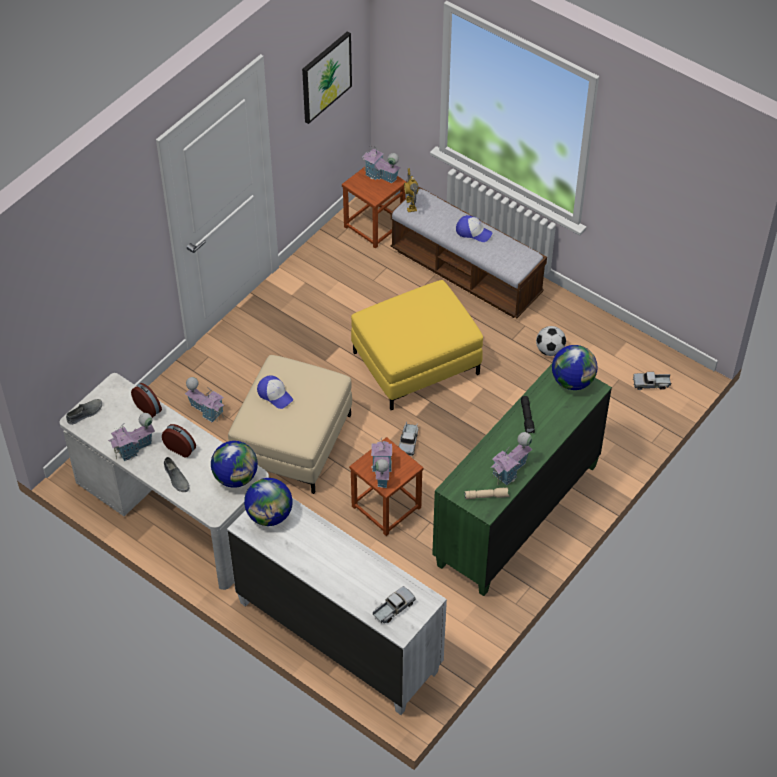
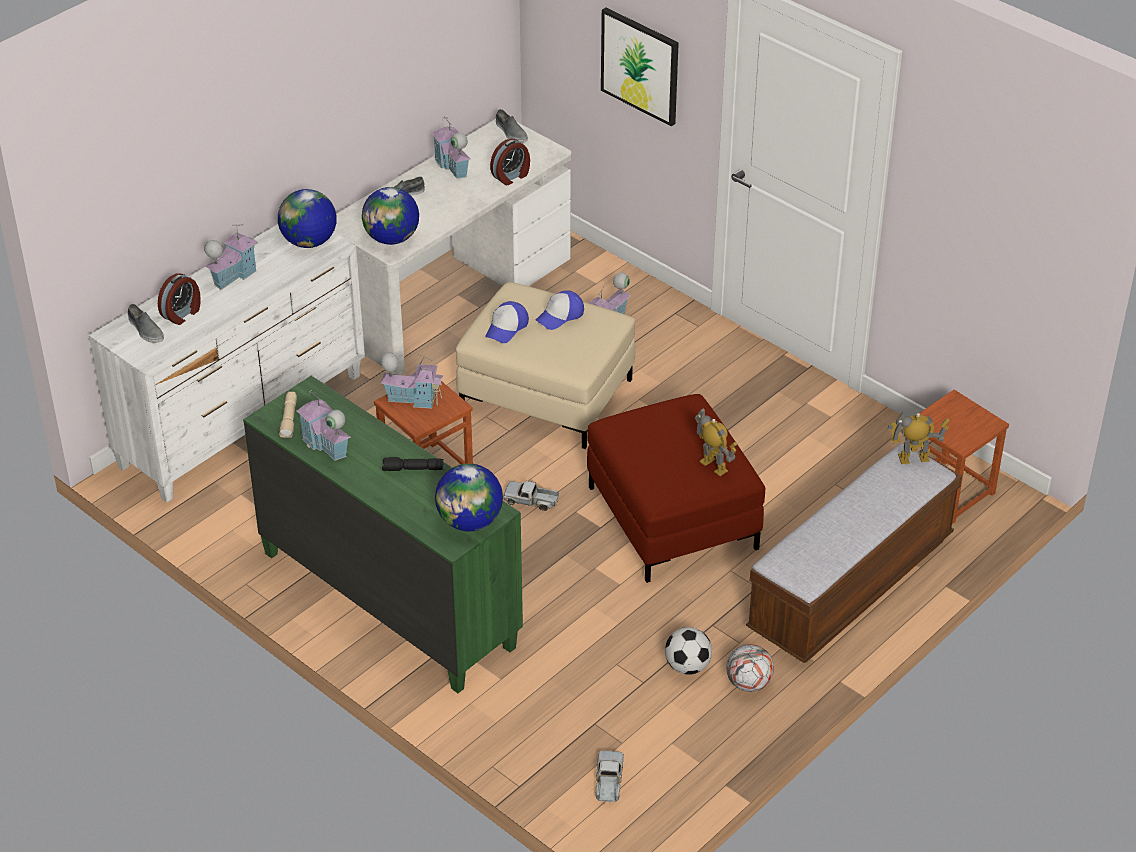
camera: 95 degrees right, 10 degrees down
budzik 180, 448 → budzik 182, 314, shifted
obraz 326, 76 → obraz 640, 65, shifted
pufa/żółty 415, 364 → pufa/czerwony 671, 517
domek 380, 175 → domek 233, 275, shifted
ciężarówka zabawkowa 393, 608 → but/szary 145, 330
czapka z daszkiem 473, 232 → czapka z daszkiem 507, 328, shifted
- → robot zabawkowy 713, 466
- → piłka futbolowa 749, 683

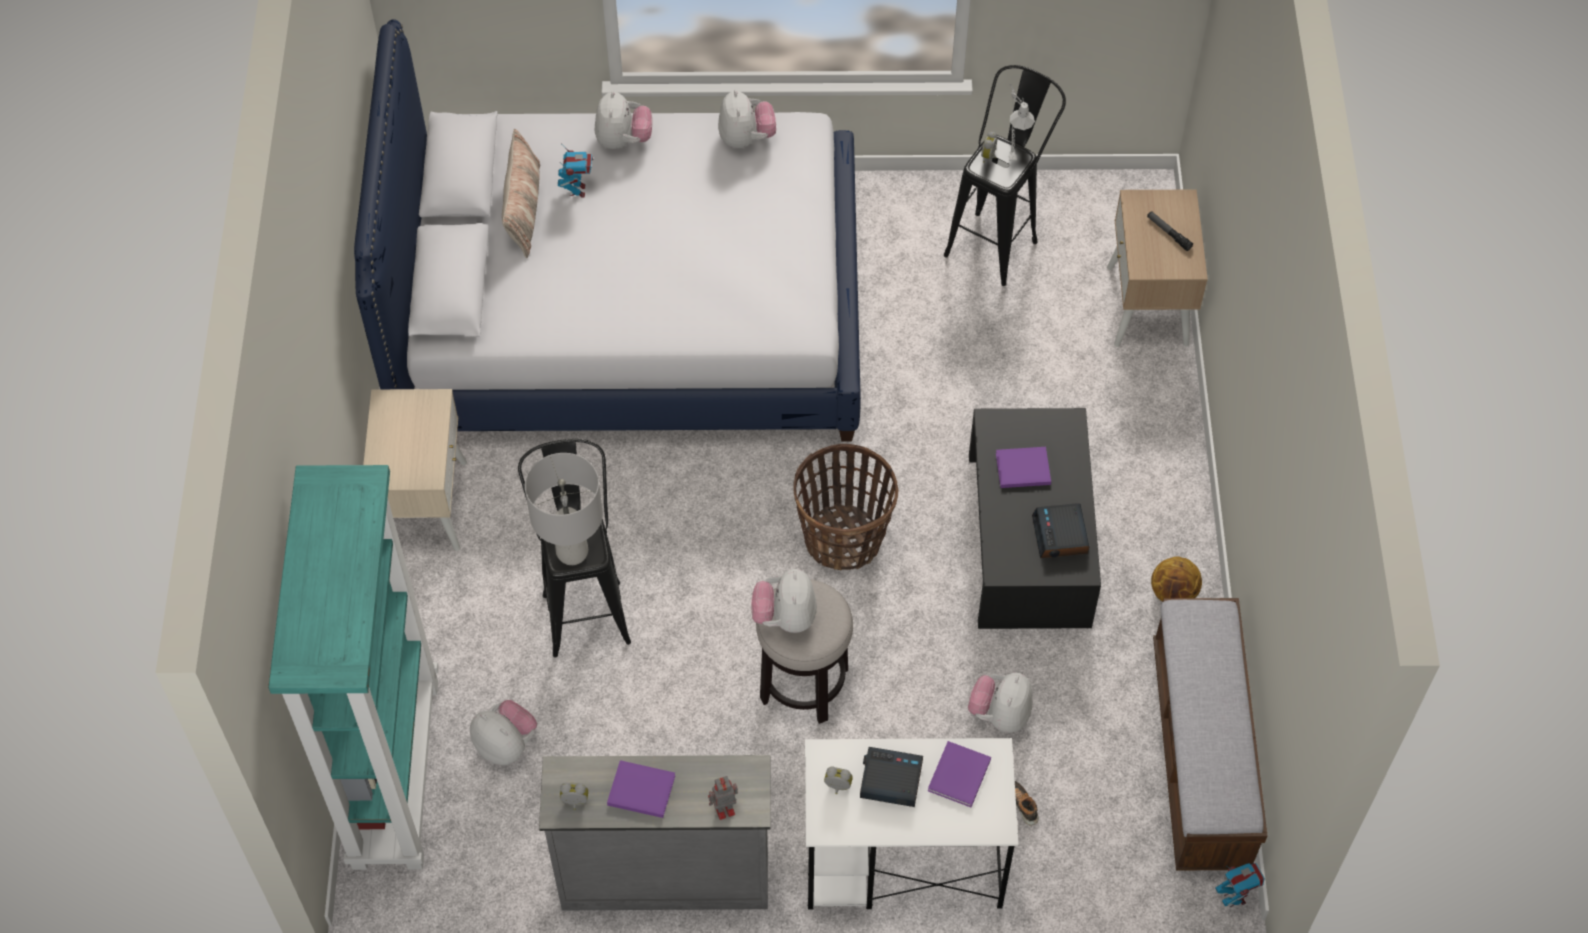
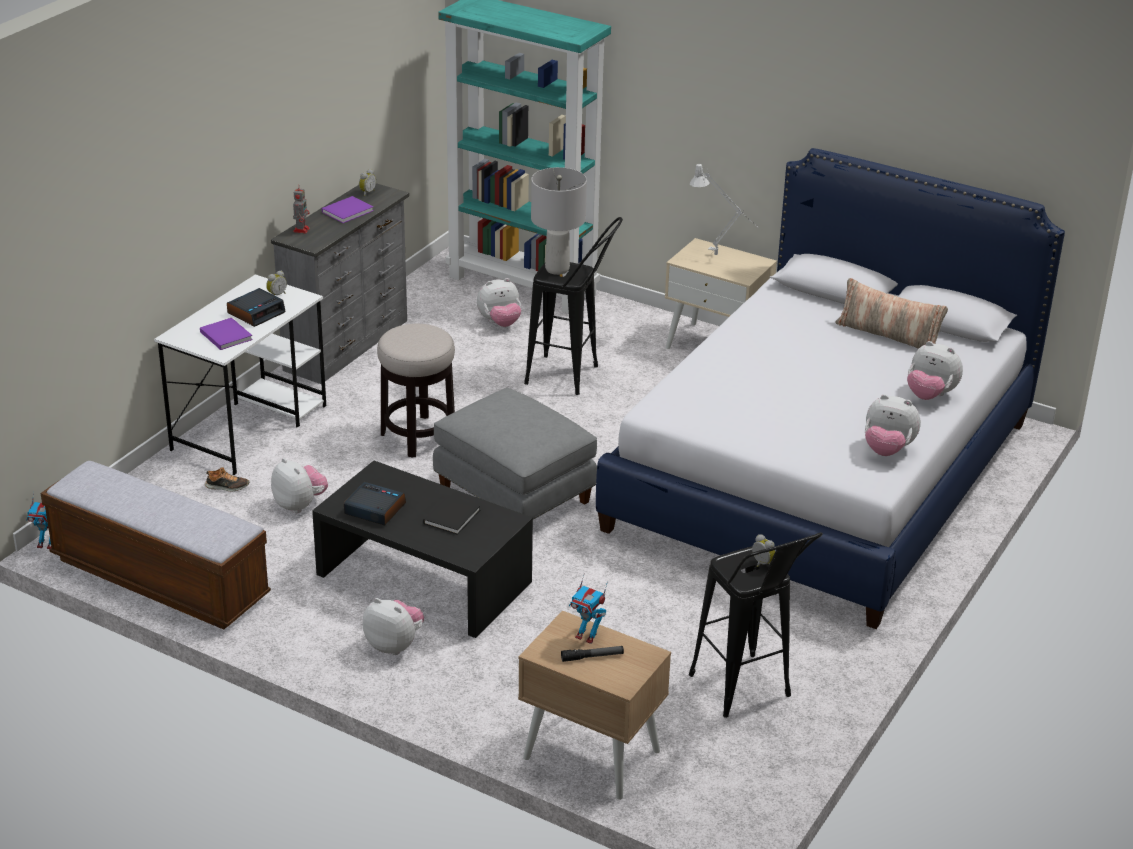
camera: 120 degrees right, 25 degrees down
robot zabawkowy 578, 190 → robot zabawkowy 587, 636, shifted
pluszak 785, 617 → pluszak 394, 645, shifted
koszyk 843, 539 → pufa/szary 516, 494
książka/fioletowy 1021, 469 → książka/czarny 452, 516
lampa stołowa/szary 1010, 153 → lampa stołowa/szary 720, 257, shifted
piłka do koszykówki 1173, 593 → -

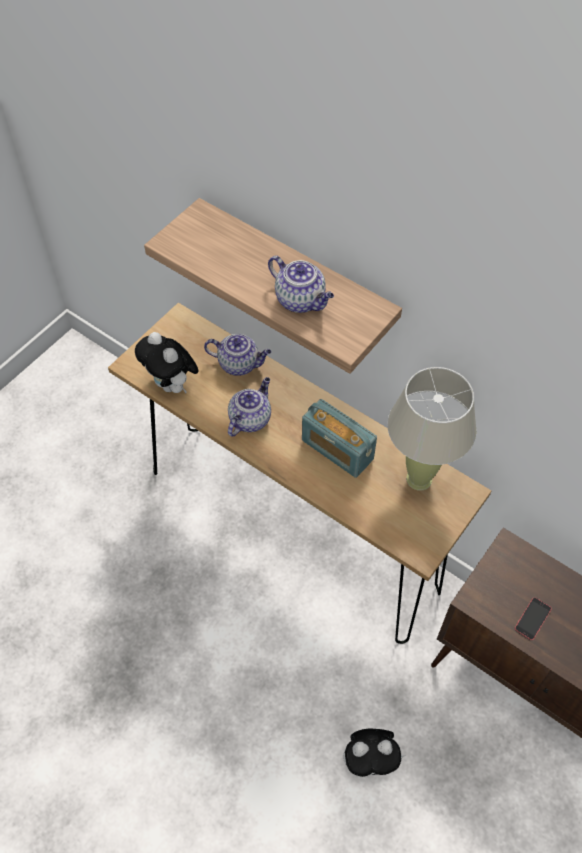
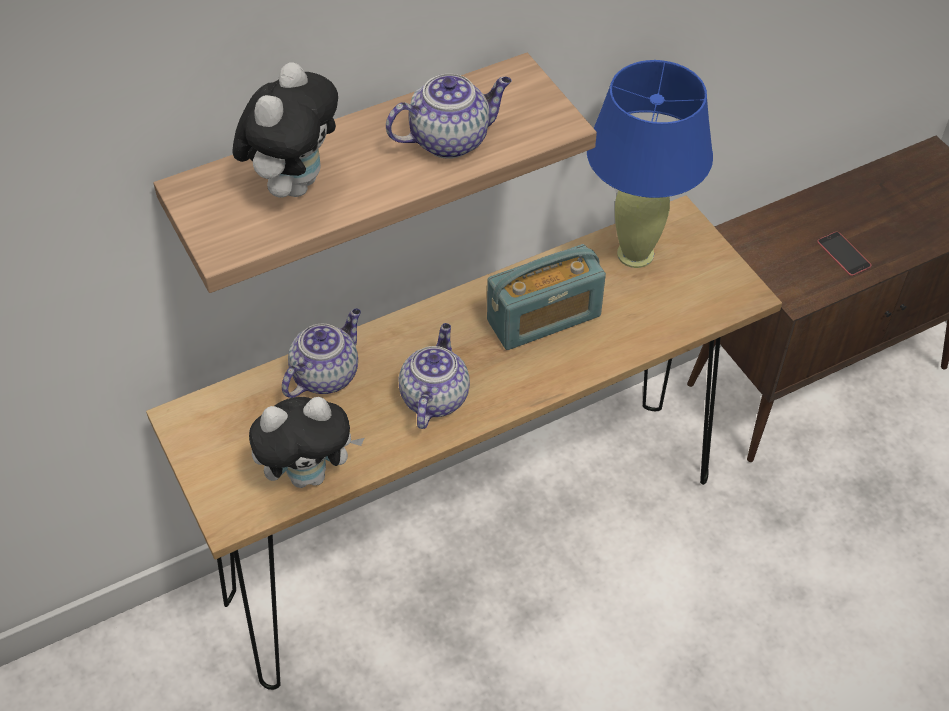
camera: 65 degrees left, 5 degrees down
imbryk 250, 419 → imbryk 434, 397, 45 degrees clockwise
pluszak 370, 761 → pluszak 294, 183, shifted
lampa stołowa/beżowy 419, 479 → lampa stołowa/niebieski 635, 254

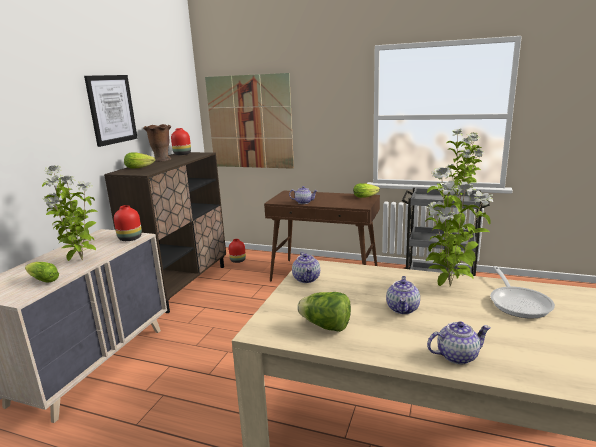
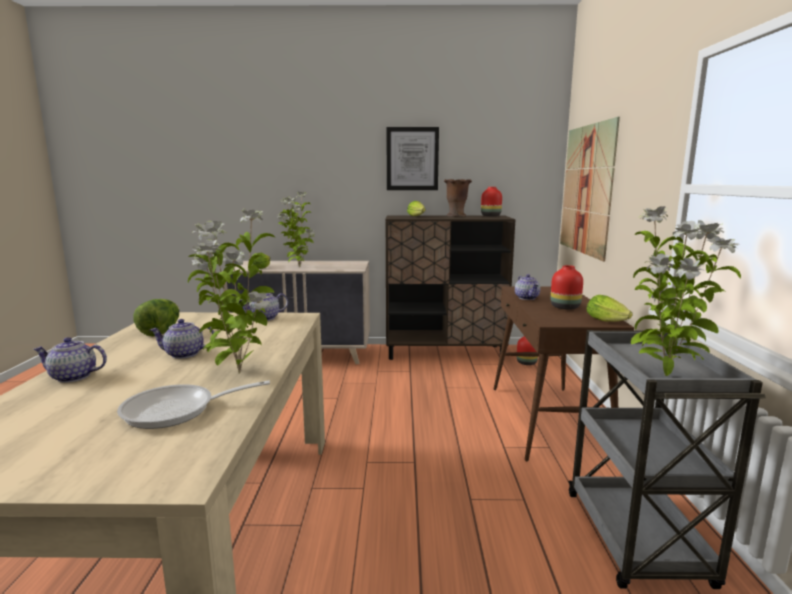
camera: 70 degrees right, 5 degrees down
wazon/czerwony 130, 239 → wazon/czerwony 564, 307, shifted
imbryk 457, 355 → imbryk 72, 377, 120 degrees clockwise

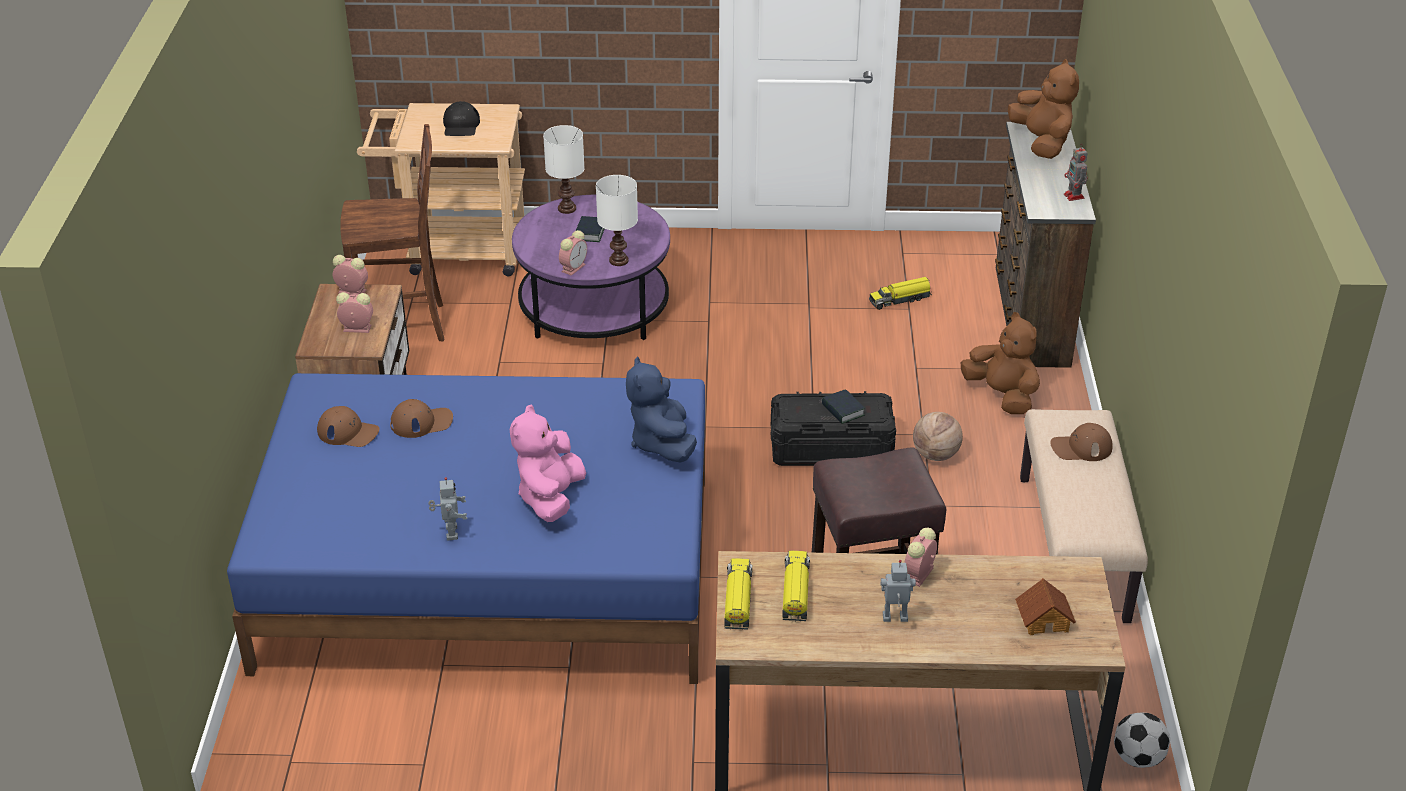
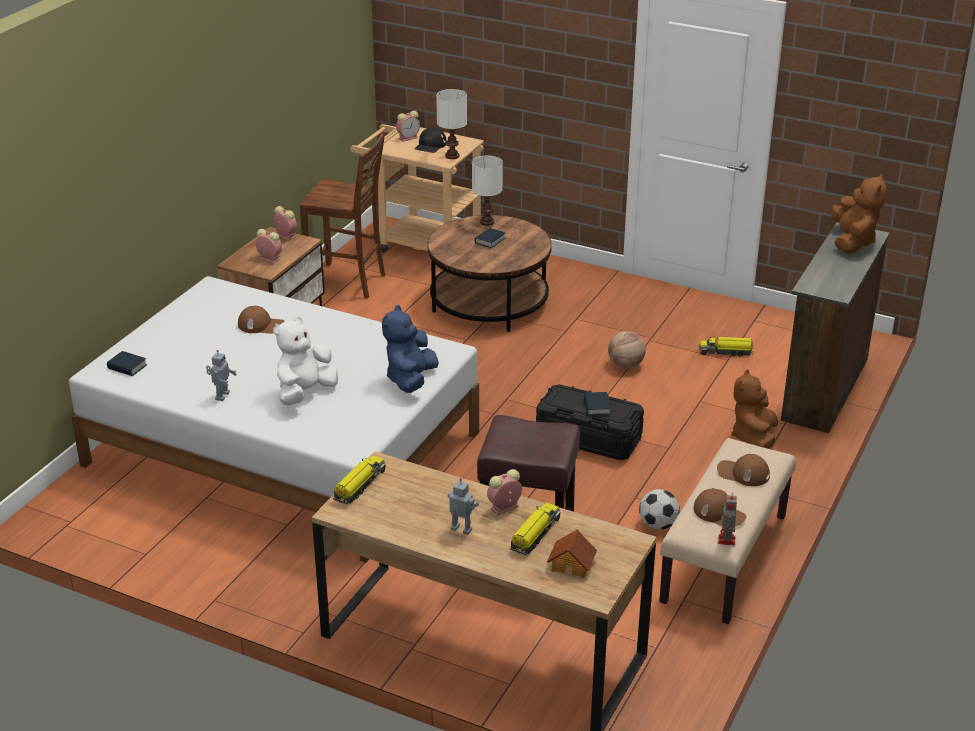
camera: 25 degrees right, 5 degrees down
łóżko/niebieski 490, 570 → łóżko/biały 284, 448
czapka z daszkiem/brązowy 348, 432 → czapka z daszkiem/brązowy 719, 513, shifted
pluszak/różowy 550, 498 → pluszak/biały 305, 393
ława/fioletowy 594, 307 → ława/brązowy 489, 302
budzik 573, 267 → budzik 408, 138, shifted
lampa stołowa/biały 619, 261 → lampa stołowa/biały 452, 156, shifted
ciężarówka zabawkowa 795, 592 → ciężarówka zabawkowa 535, 534, shifted
piłka do koszykówki 935, 455 → piłka do koszykówki 626, 365, shifted
pluszak/brązowy 1002, 395 → pluszak/brązowy 754, 438, 150 degrees counterclockwise
robot zabawkowy 1074, 196 → robot zabawkowy 726, 541, shifted
piłka futbolowa 1138, 758 → piłka futbolowa 658, 525, shifted
- → książka 127, 367

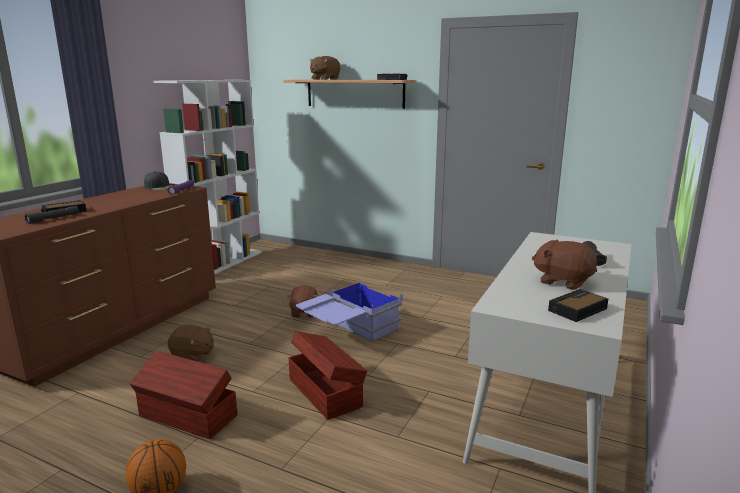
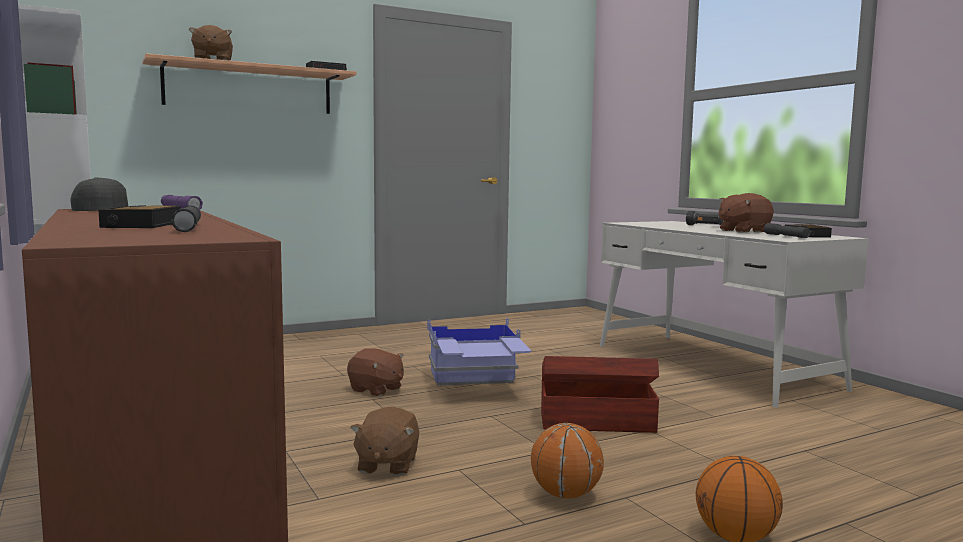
camera: 55 degrees left, 10 degrees down
pojemnik do przechowywania/brązowy 187, 416 → piłka do koszykówki 565, 495
pluszak/brązowy 192, 356 → pluszak/brązowy 386, 465, 135 degrees clockwise
- → latarka/szary 786, 236

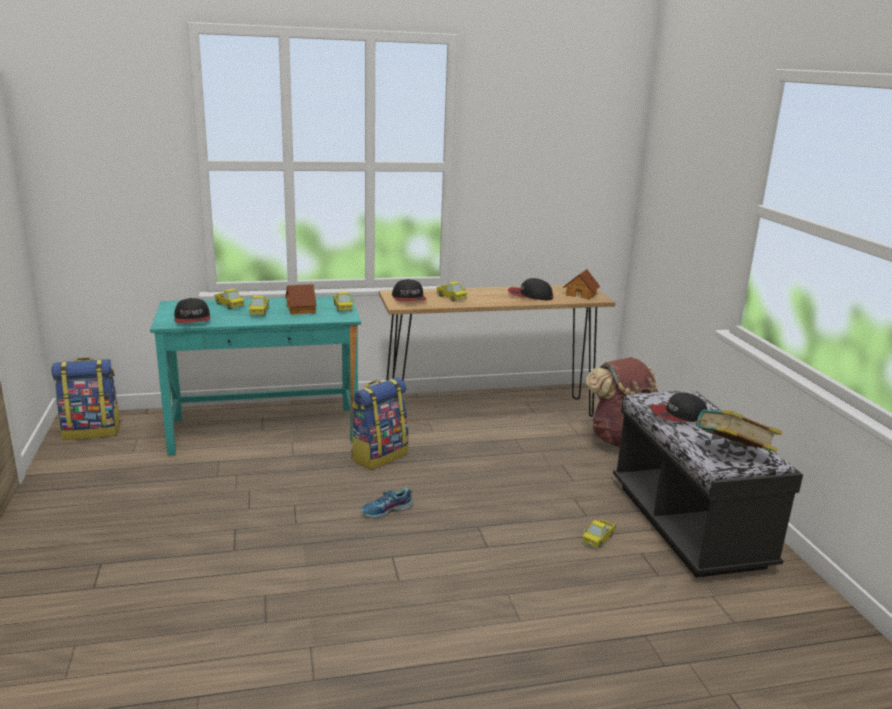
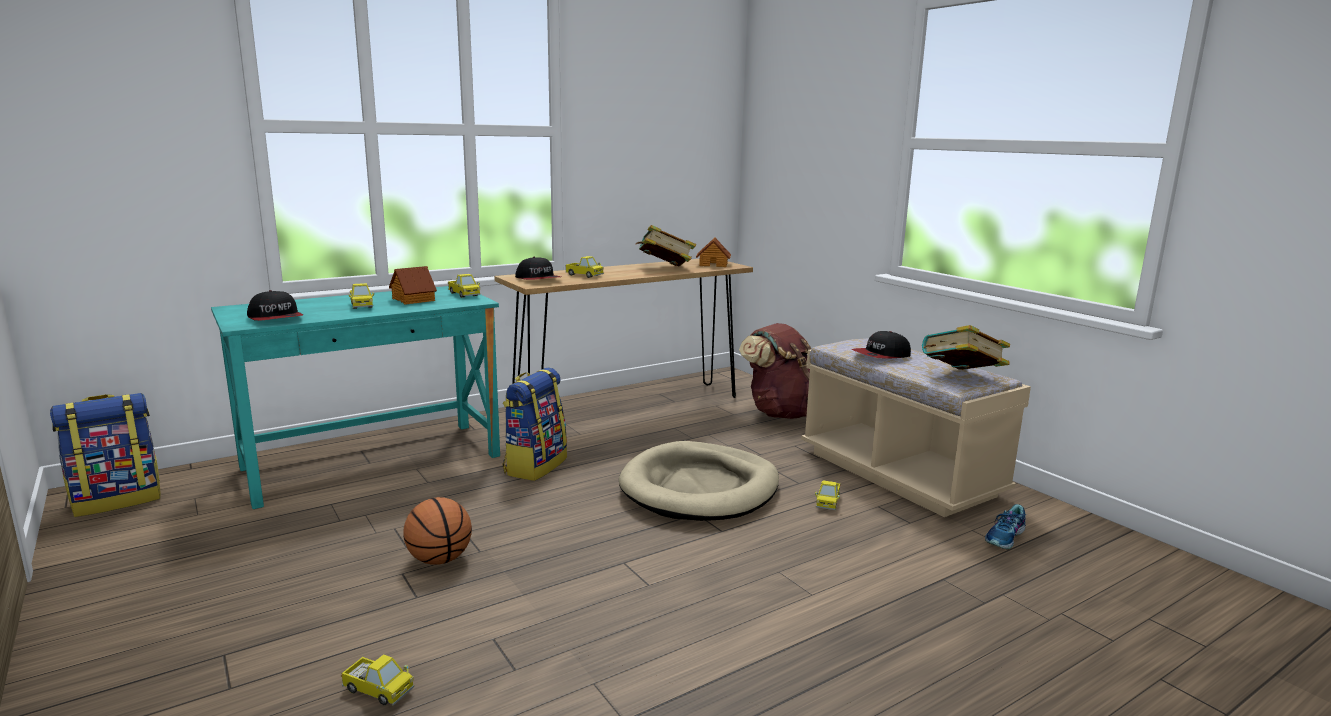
camera: 20 degrees left, 5 degrees down
ciężarówka zabawkowa 229, 305 → ciężarówka zabawkowa 378, 690, shifted
but 387, 511 → but 1005, 537, shifted
czapka z daszkiem 530, 296 → książka 664, 268
ławka/czarny 688, 525 → ławka/beżowy 899, 474
- → piłka do koszykówki 440, 559
- → legowisko/beżowy 700, 488

